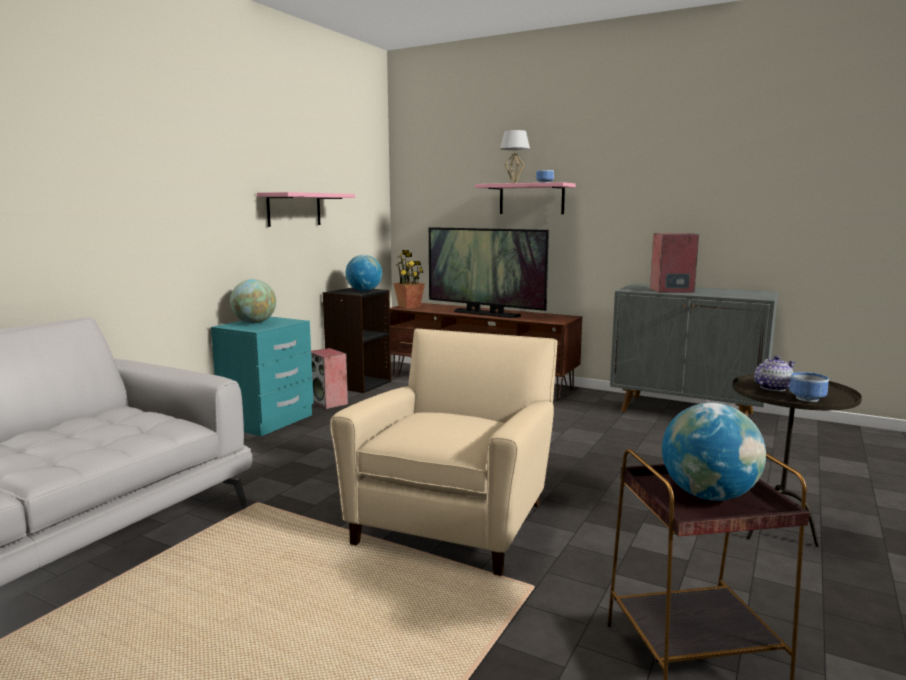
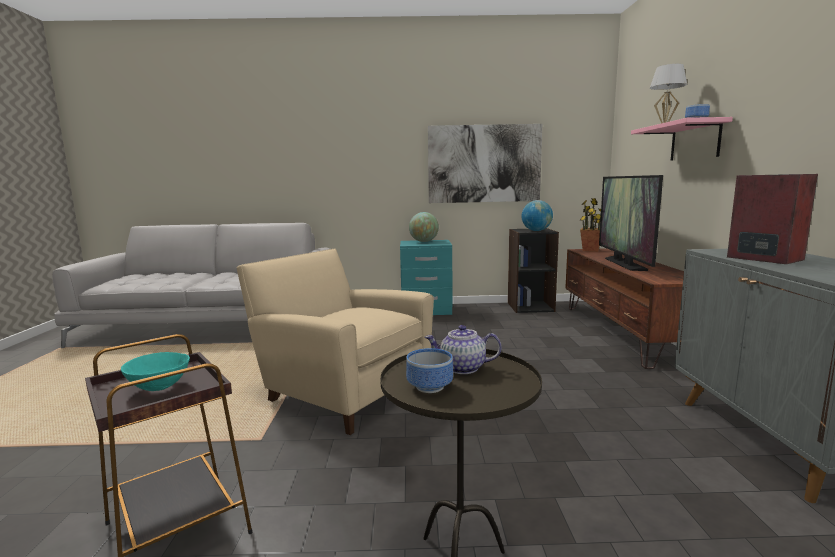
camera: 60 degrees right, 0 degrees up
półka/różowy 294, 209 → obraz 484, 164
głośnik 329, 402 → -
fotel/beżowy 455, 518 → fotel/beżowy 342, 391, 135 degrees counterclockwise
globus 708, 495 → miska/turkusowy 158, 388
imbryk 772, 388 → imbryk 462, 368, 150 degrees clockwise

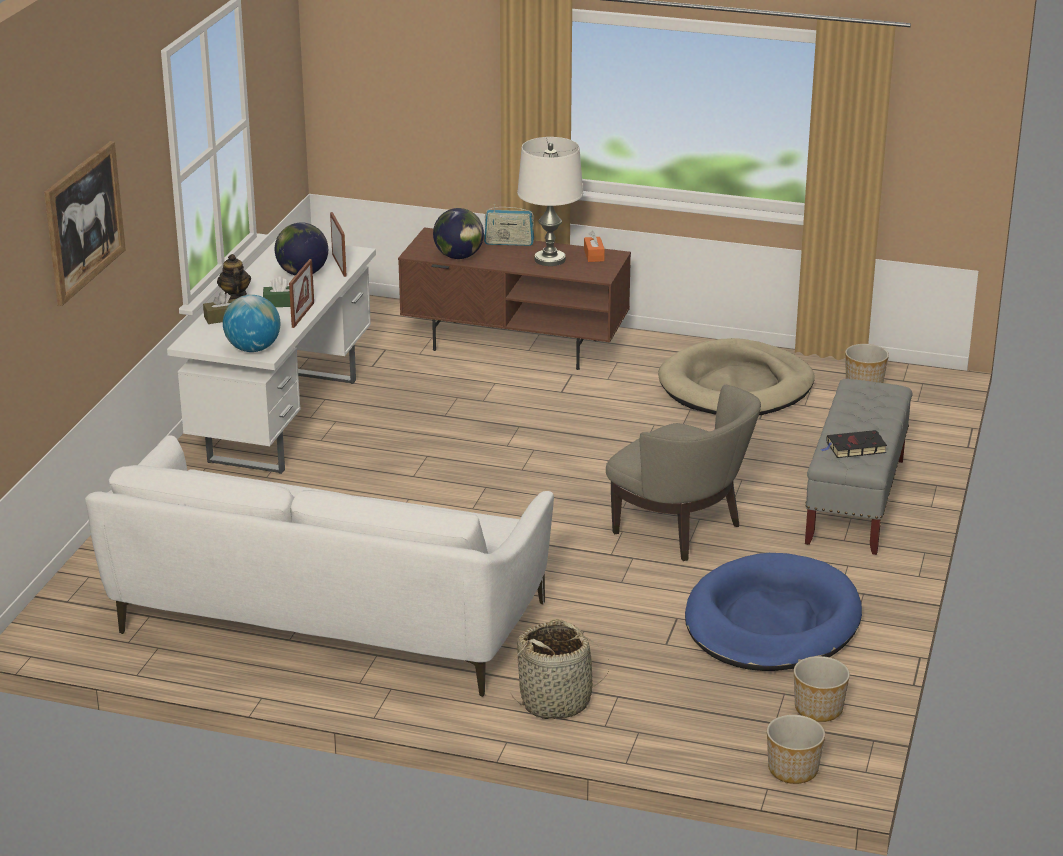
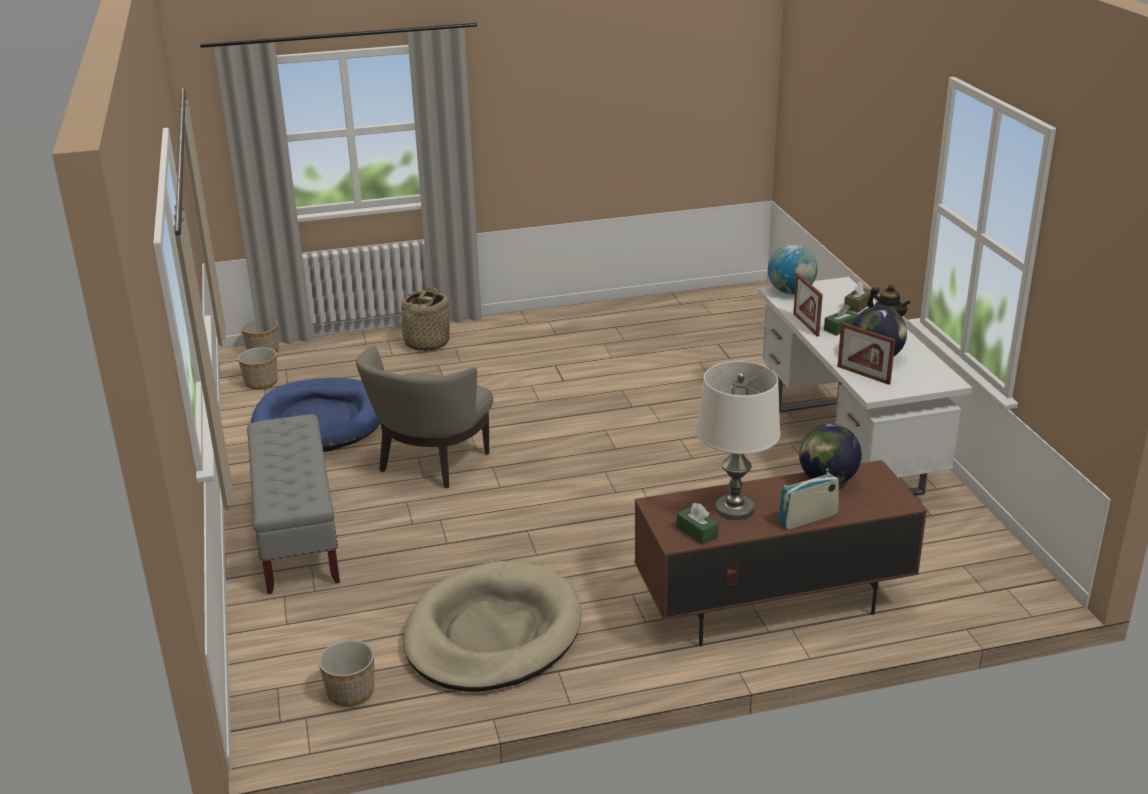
camera: 150 degrees right, 0 degrees up
obraz 84, 221 → -
kanapa/biały 325, 621 → -
pudełko chusteczek/pomarańczowy 594, 255 → pudełko chusteczek/zielony 697, 532
fotel/beżowy 682, 530 → fotel/beżowy 430, 463, 75 degrees counterclockwise
książka/czarny 854, 448 → -

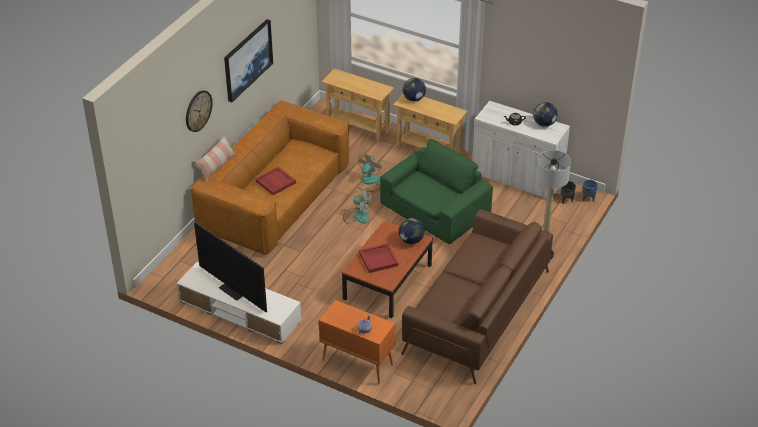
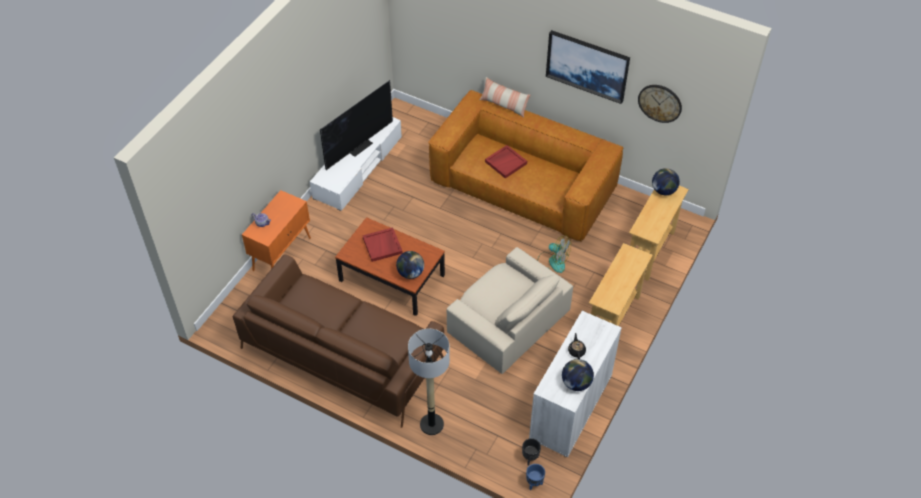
camera: 90 degrees right, 10 degrees up
zegar ścienny 198, 110 → zegar ścienny 660, 103, shifted
wentylator 357, 215 → -
fotel/zielony 434, 210 → fotel/beżowy 507, 321
globus 414, 99 → globus 663, 190, shifted

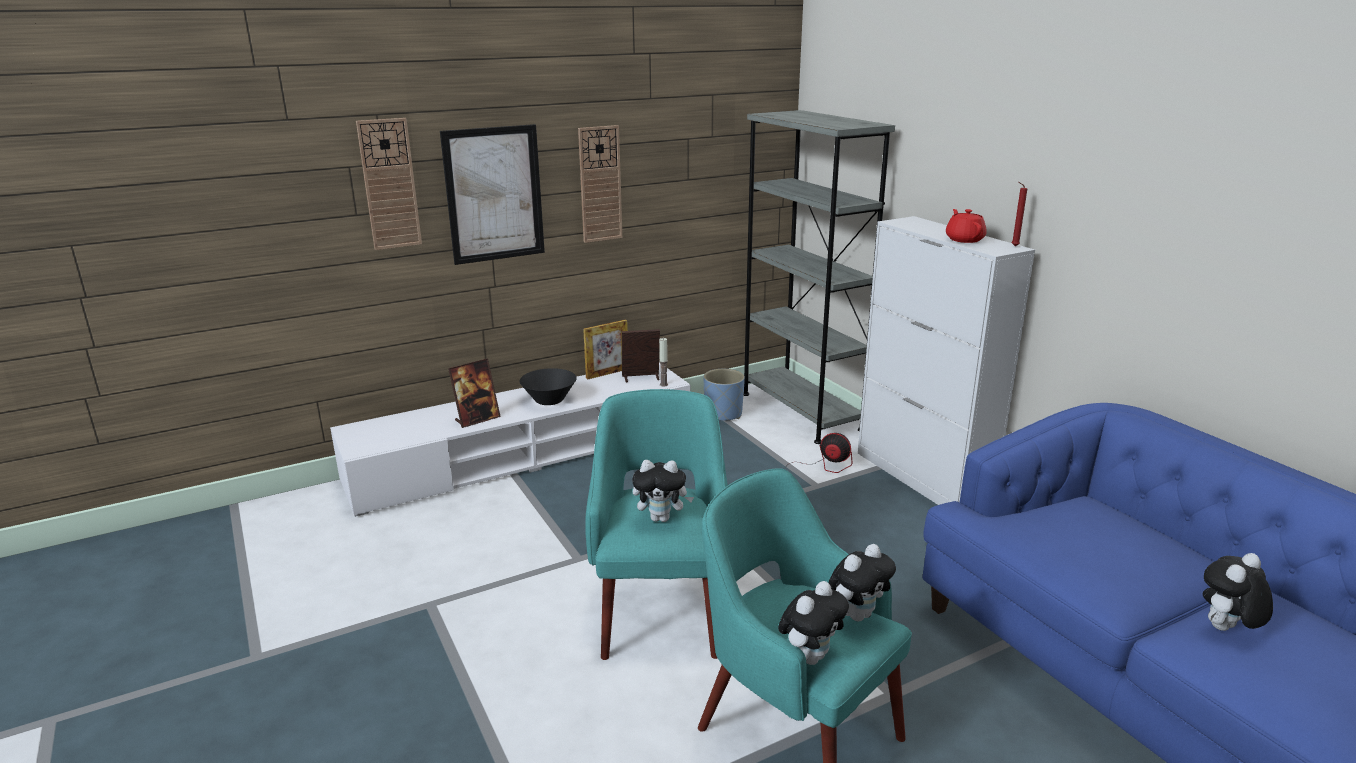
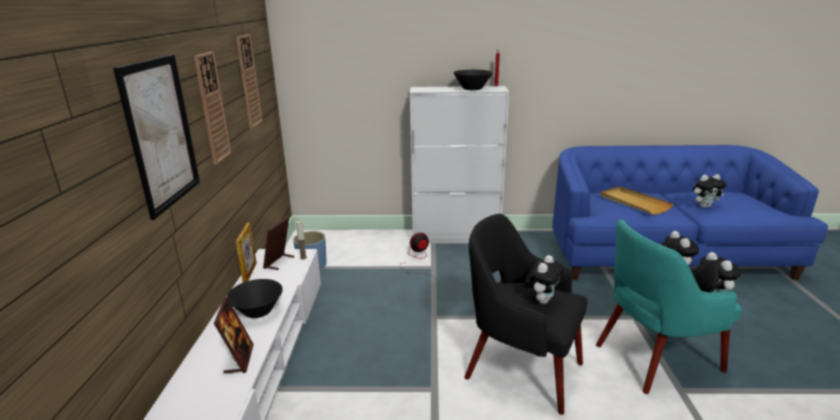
camera: 60 degrees left, 0 degrees up
zegar ścienny 389, 184 → zegar ścienny 248, 81, shifted
fotel/turkusowy 661, 608 → fotel/czarny 520, 369
regał/szary 801, 411 → -
imbryk/czerwony 964, 239 → miska/czarny 472, 89
pluszak 1226, 630 → pluszak 704, 206, 90 degrees counterclockwise
- → taca/beżowy 633, 202

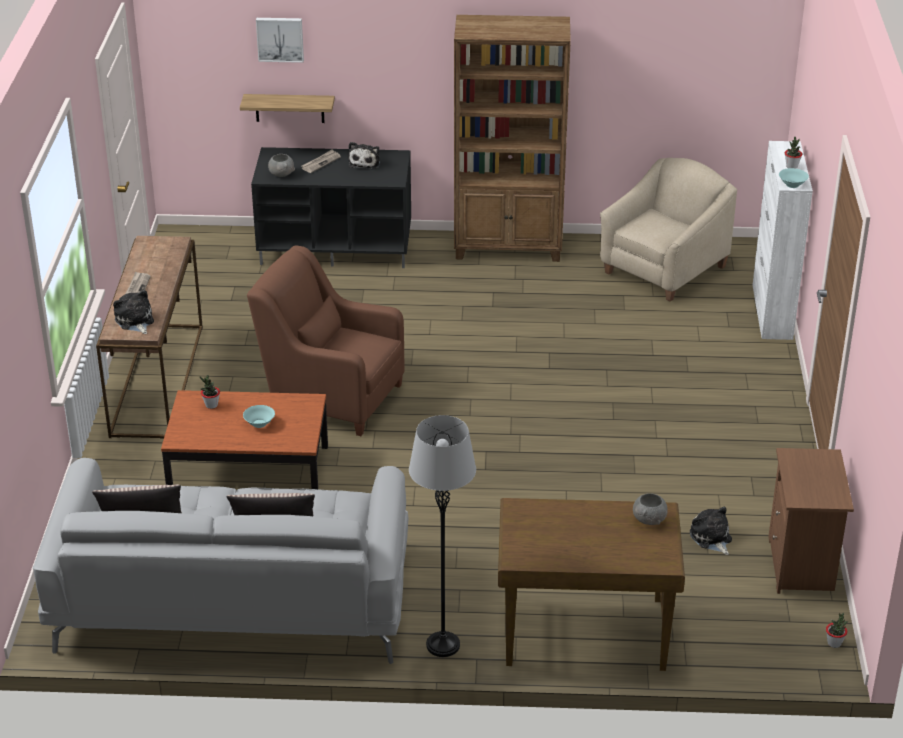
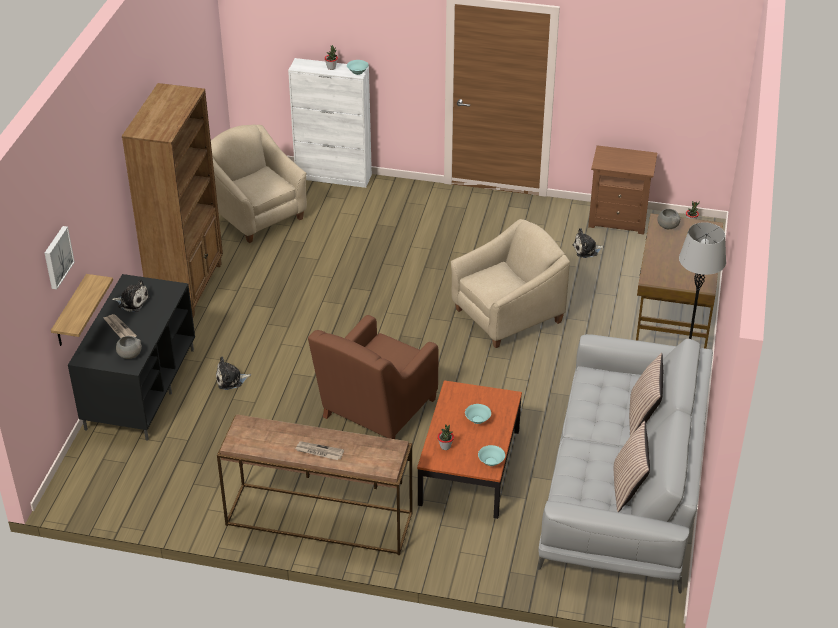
camera: 80 degrees left, 5 degrees up
pluszak 135, 321 → pluszak 231, 380, shifted
- → fotel/beżowy 507, 315
- → miska/turkusowy 491, 462

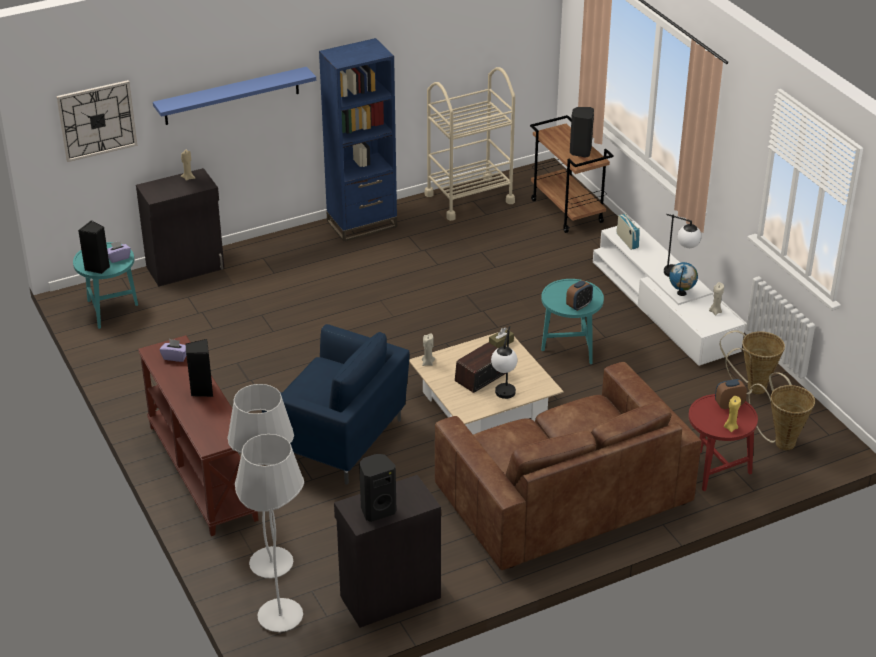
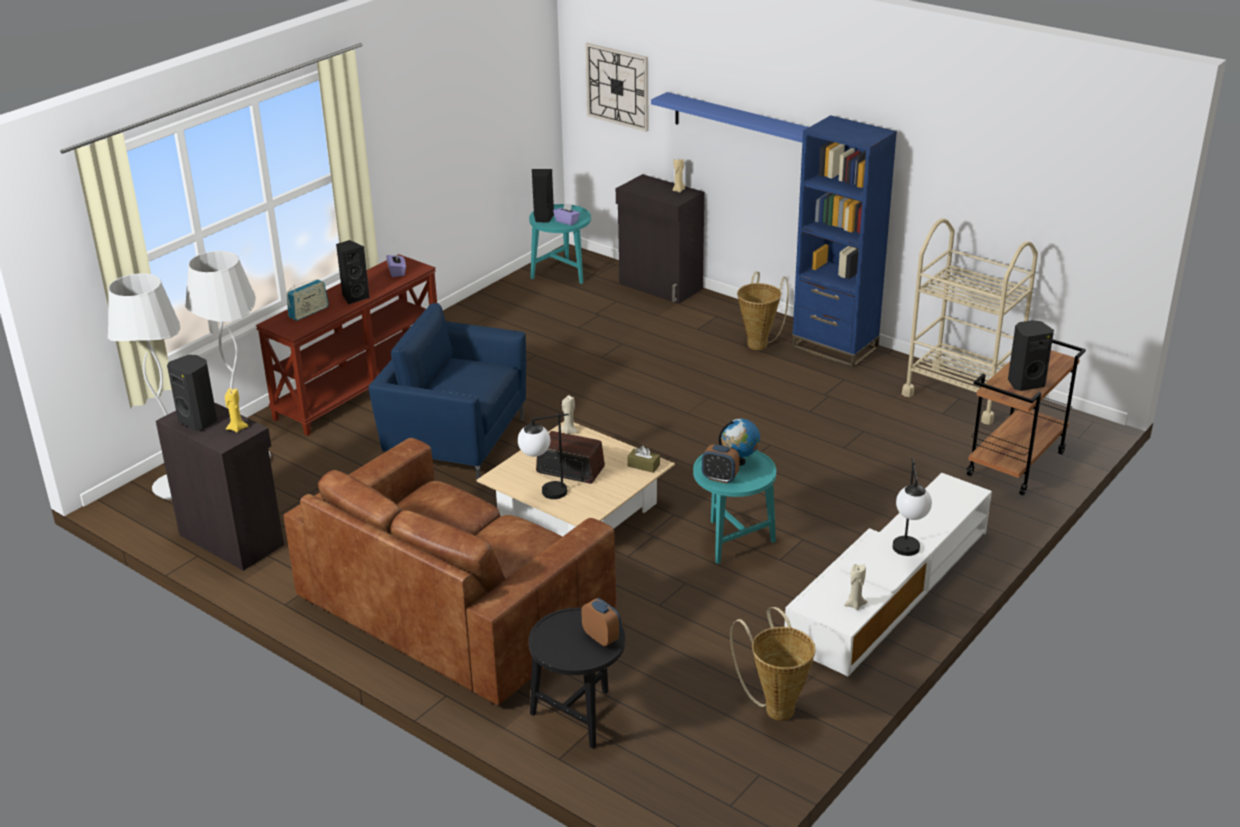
camera: 65 degrees right, 5 degrees down
fotel/niebieski 339, 440 → fotel/niebieski 455, 442, 105 degrees clockwise
radio 627, 241 → radio 309, 312, shifted
globus 681, 293 → globus 739, 462, shifted
stolik/czerwony 715, 470 → stolik/czarny 579, 714
świeca/żółty 730, 427 → świeca/żółty 237, 428, shifted
koszyk 781, 441 → koszyk 759, 343, shifted

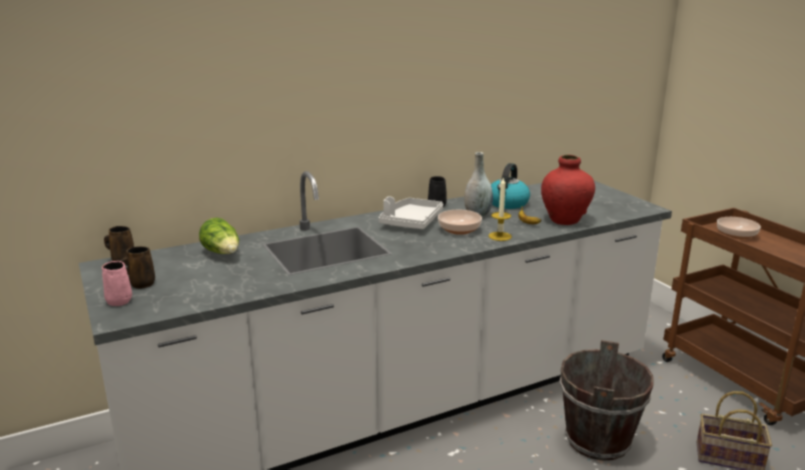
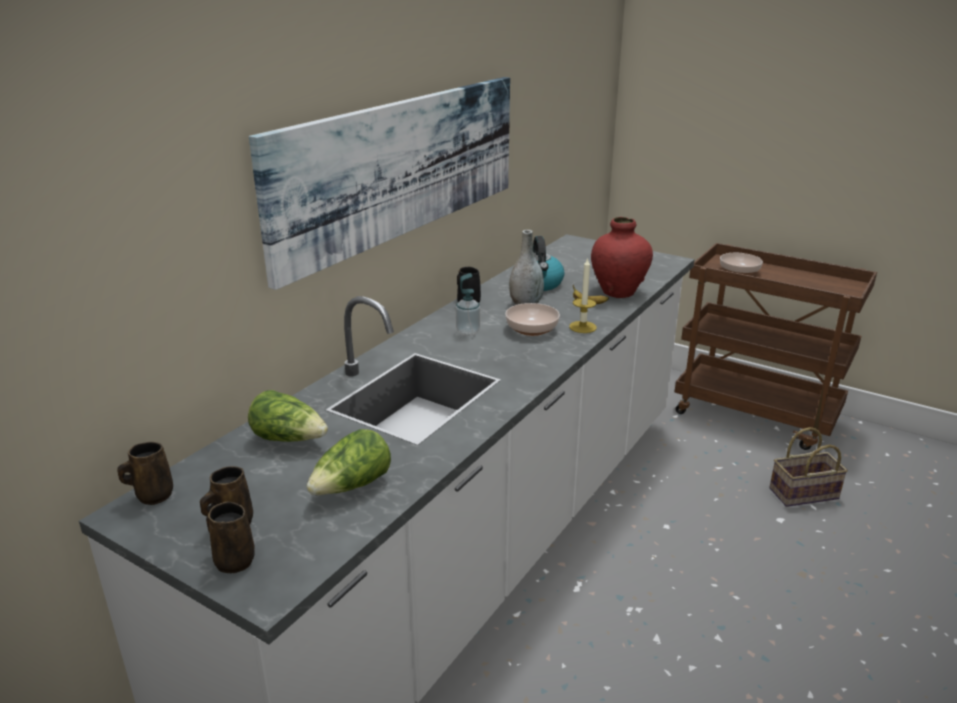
camera: 30 degrees left, 5 degrees up
kubek/różowy 119, 300 → kubek/brązowy 233, 560
taca/szary 411, 222 → dozownik mydła 468, 331
wiadro/brązowy 598, 440 → -
- → obraz 403, 167
- → sałata 352, 486

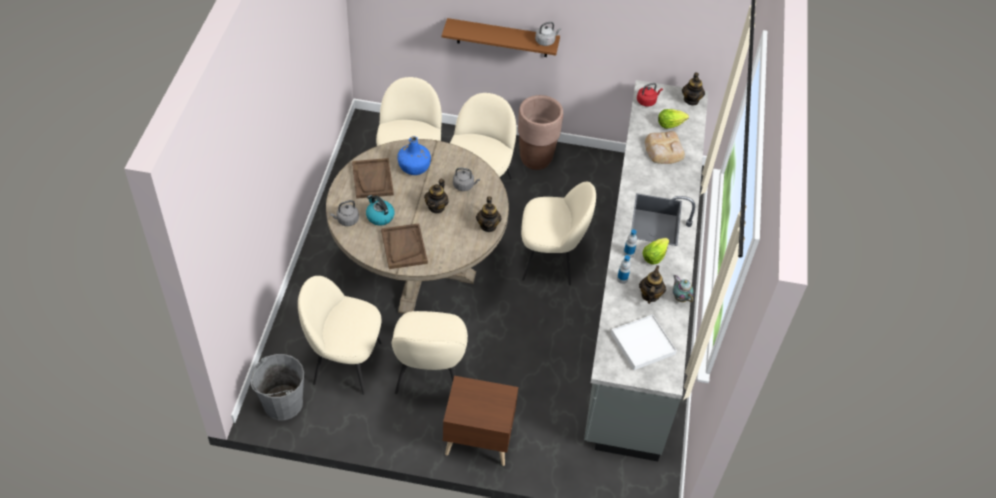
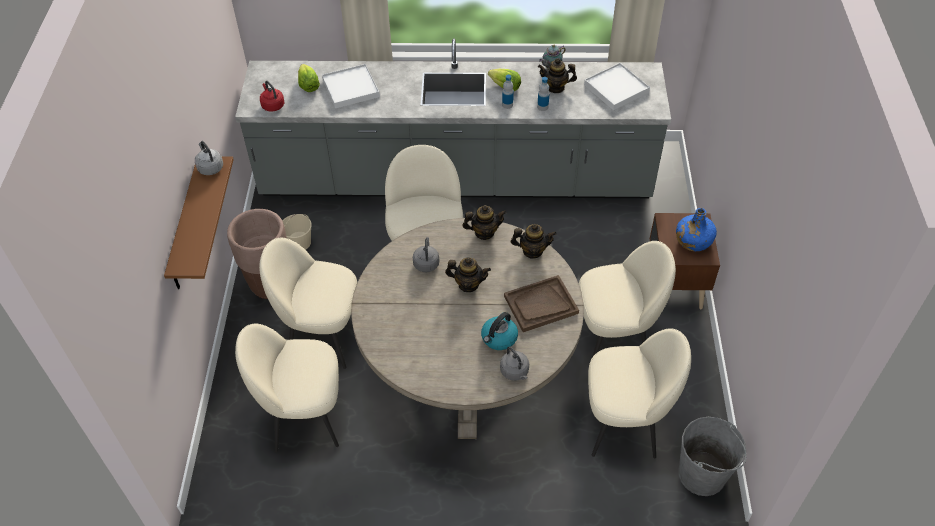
camera: 95 degrees left, 0 degrees up
krzesło/beżowy 345, 362 → krzesło/beżowy 624, 423, 90 degrees counterclockwise
taca/brązowy 372, 179 → -
butelka/niebieski 414, 166 → butelka/niebieski 693, 241, shifted
chleb 663, 150 → taca/biały 351, 88
imbryk 691, 100 → imbryk 532, 251, shifted
- → wiadro/beżowy 299, 243

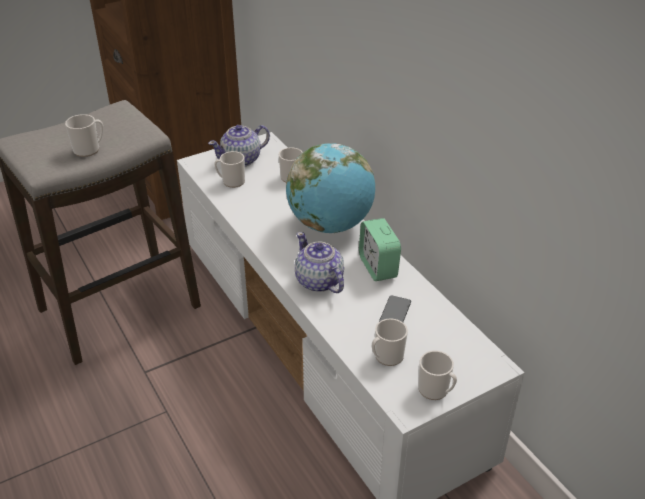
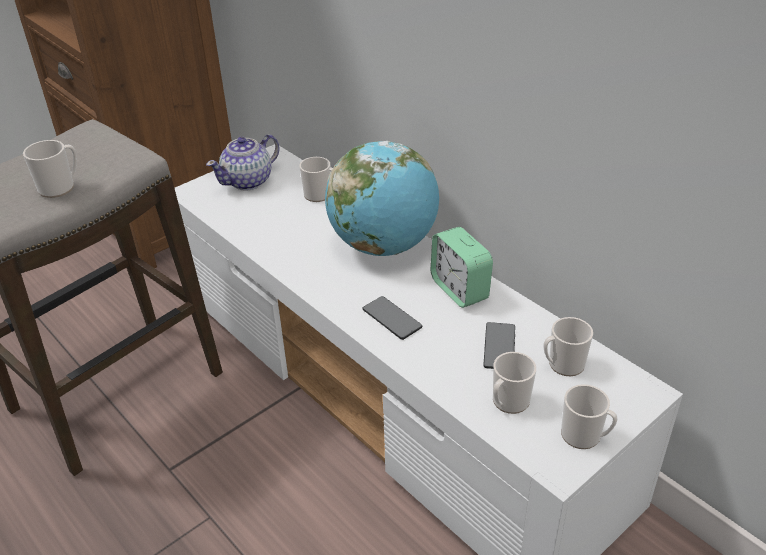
camera: 10 degrees left, 0 degrees up
kubek 231, 181 → kubek 562, 365, shifted
imbryk 319, 282 → telefon 392, 319

